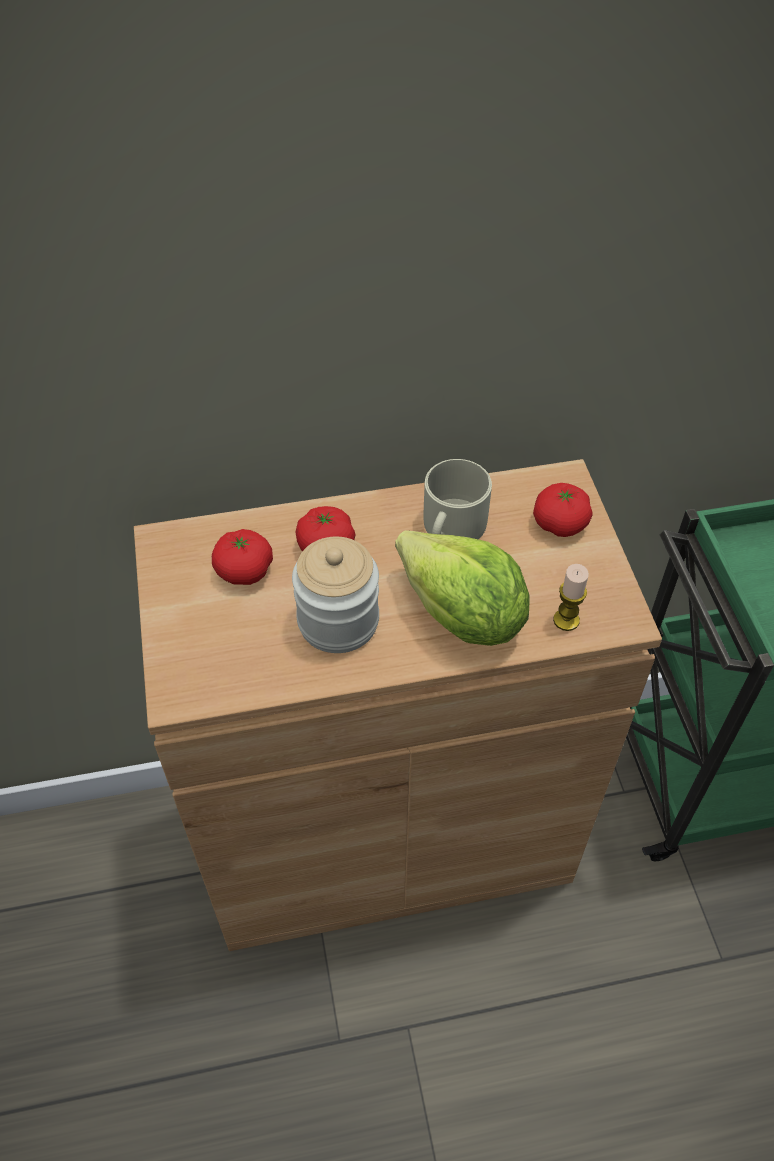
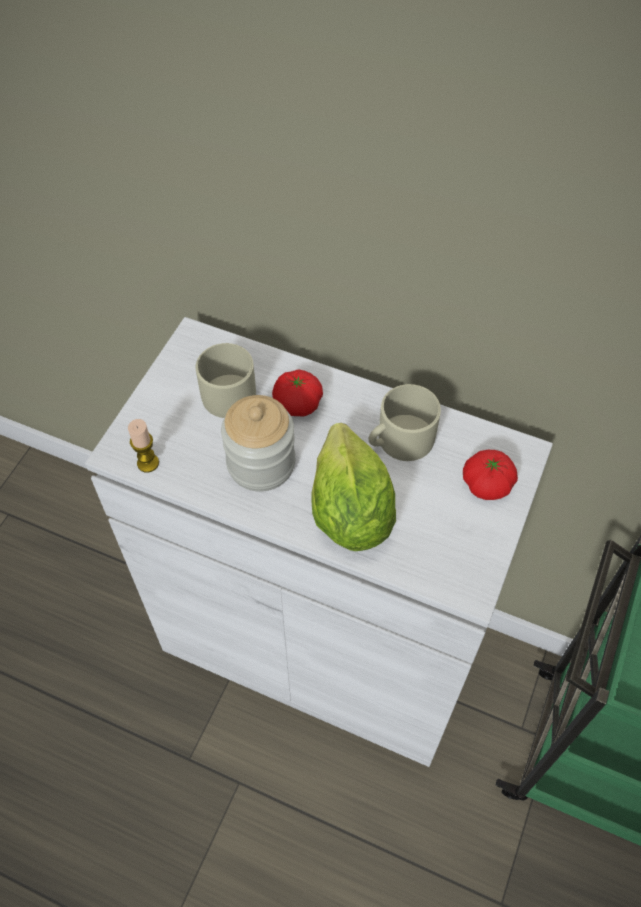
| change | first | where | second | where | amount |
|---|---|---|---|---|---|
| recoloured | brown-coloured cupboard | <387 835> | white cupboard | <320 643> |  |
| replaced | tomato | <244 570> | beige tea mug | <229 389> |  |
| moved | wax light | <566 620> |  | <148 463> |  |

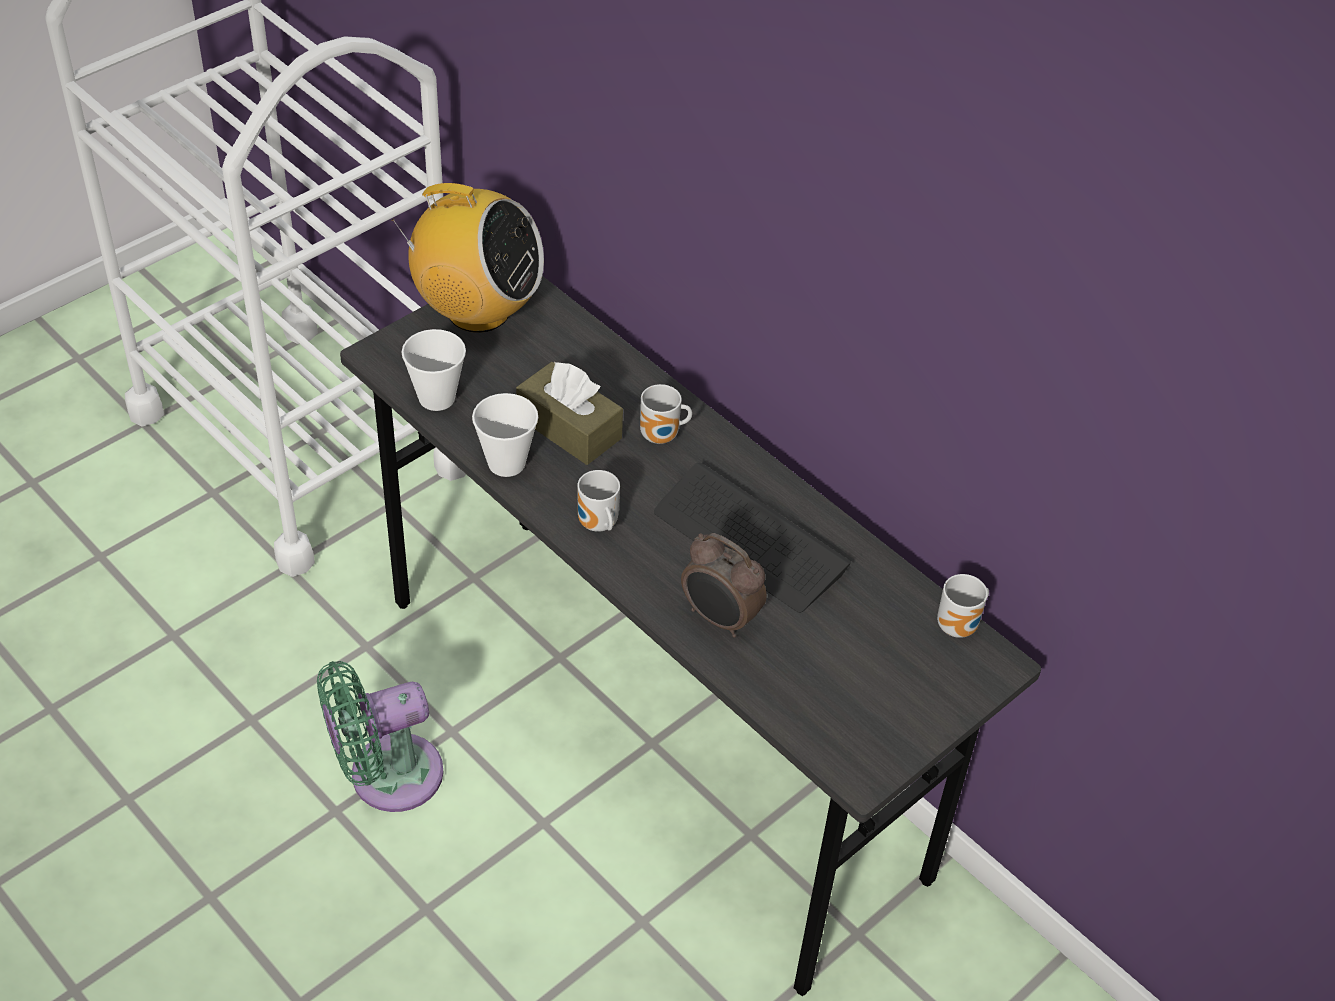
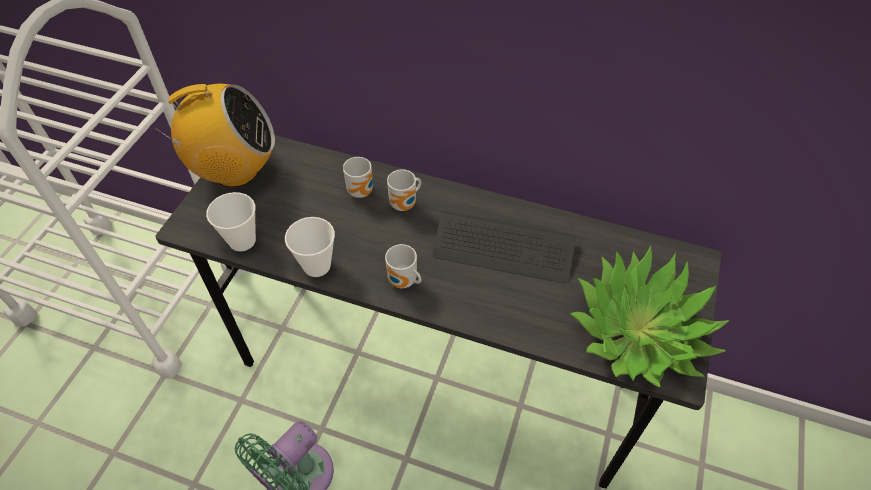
| change | first | where | second | where | amount |
|---|---|---|---|---|---|
| removed | brown-coloured tissue holder | <569 428> |  |  |  |
| removed | bedside clock | <719 619> |  |  |  |
| moved | tea mug | <960 627> |  | <362 191> |  |
| added |  |  | potted plant | <639 331> |  |

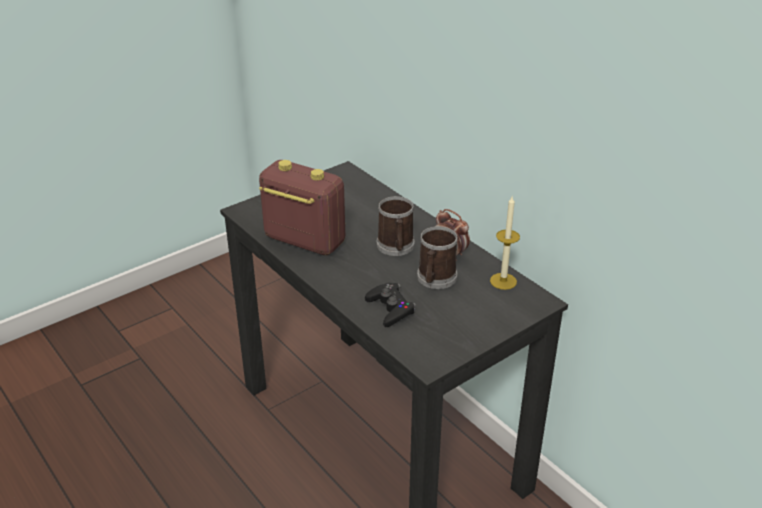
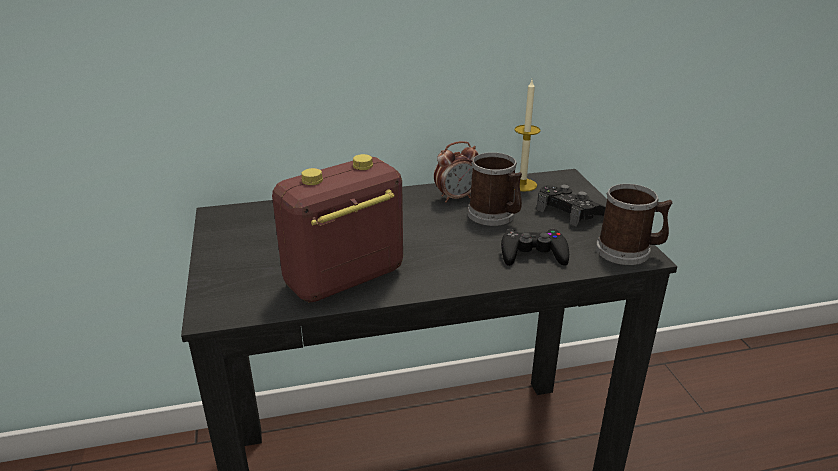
| change | first | where | second | where | amount |
|---|---|---|---|---|---|
| moved | tea mug | <396 247> |  | <629 251> |  |
| added |  |  | black gamepad | <568 212> |  |

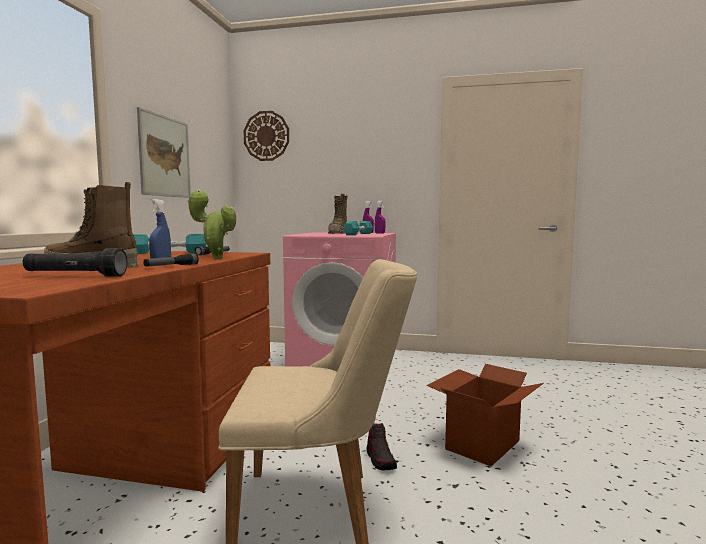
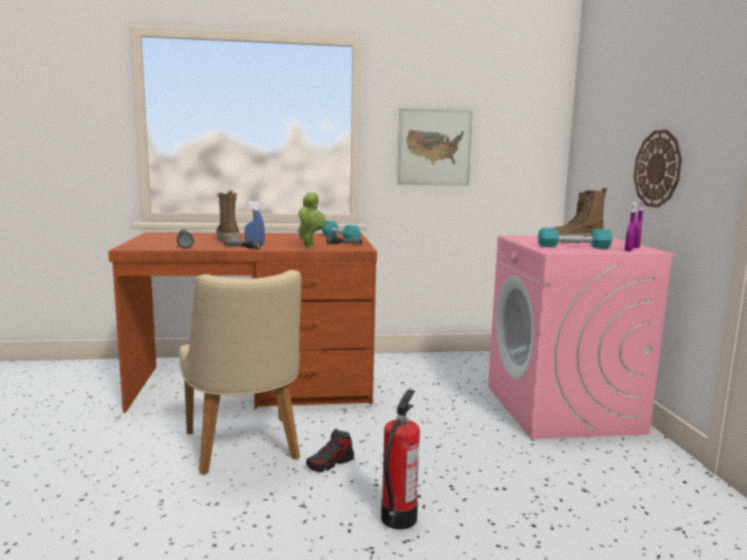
| change | first | where | second | where | amount |
|---|---|---|---|---|---|
| moved | hanging clock | <266 136> |  | <657 168> |  |
| replaced | packing box | <481 444> | fire extinguisher | <398 518> |  |

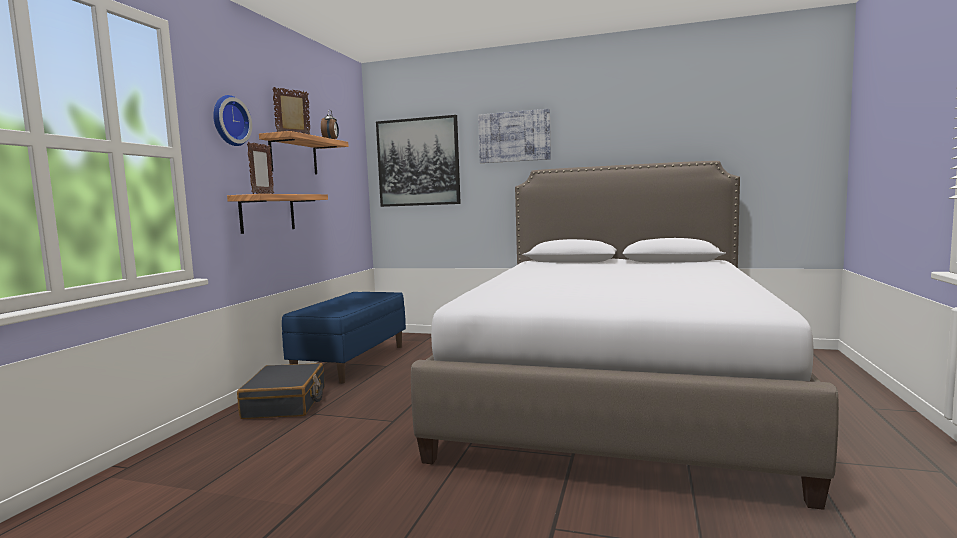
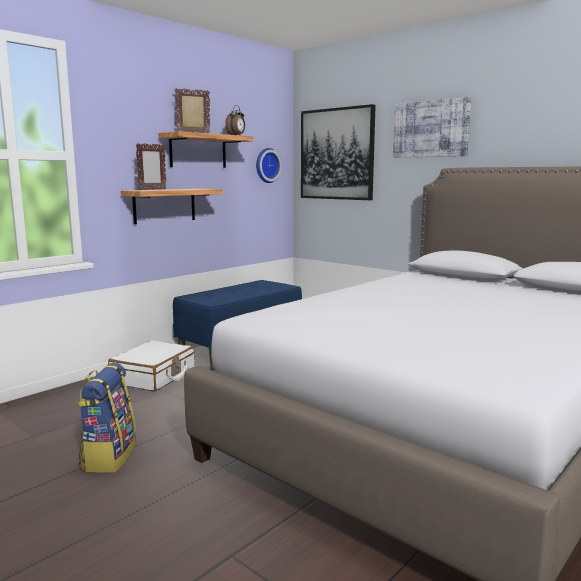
| change | first | where | second | where | amount |
|---|---|---|---|---|---|
| moved | hanging clock | <229 121> |  | <266 165> |  |
| recoloured | black travel case | <286 403> | white travel case | <154 376> |  |
| added |  |  | rucksack | <108 456> |  |

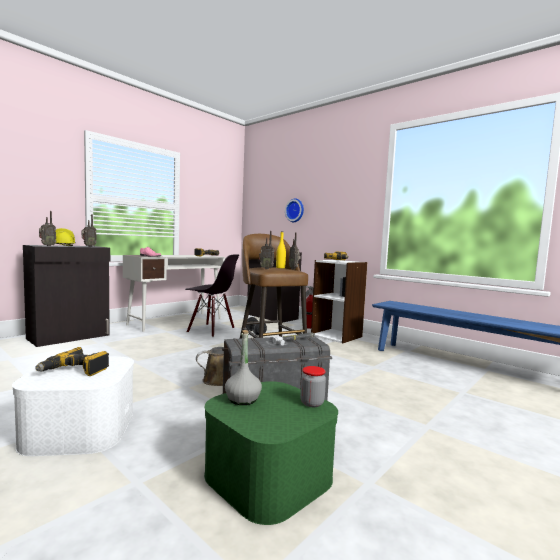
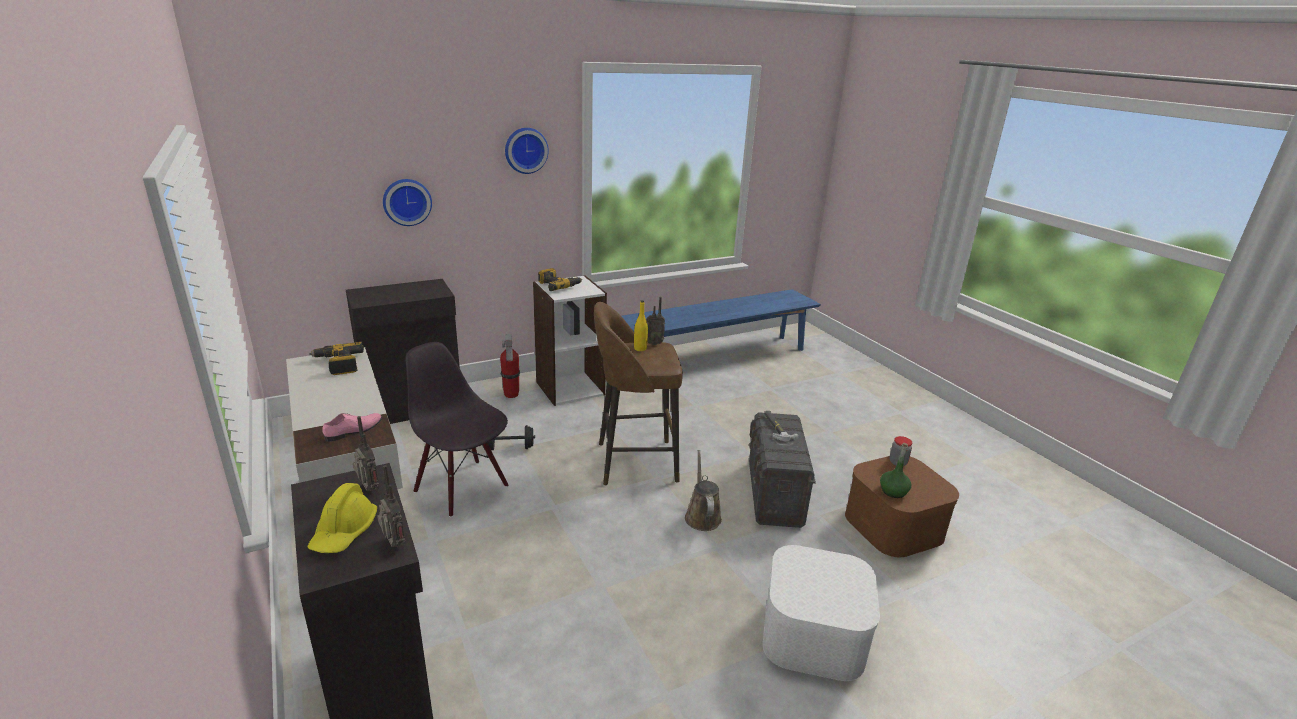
| change | first | where | second | where | amount |
|---|---|---|---|---|---|
| removed | electric drill | <75 371> |  |  |  |
| turned | black plain chair | <211 330> |  | <462 488> | 90 degrees counterclockwise |
| recoloured | green storage box | <268 475> | brown-coloured storage box | <894 525> |  |
| recoloured | gray beverage bottle | <243 399> | green beverage bottle | <893 491> |  |
| removed | radio receiver | <266 268> |  |  |  |
| added |  |  | hanging clock | <525 150> |  |

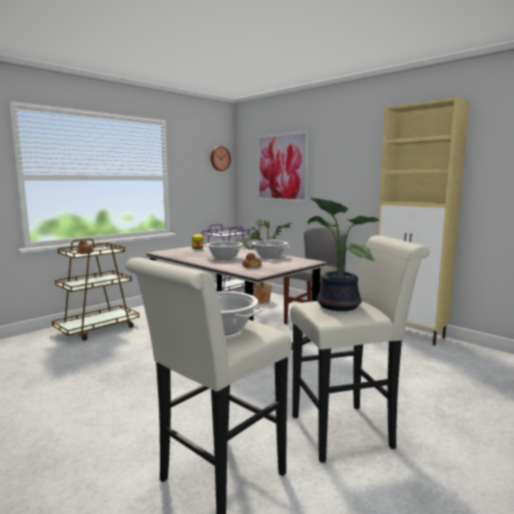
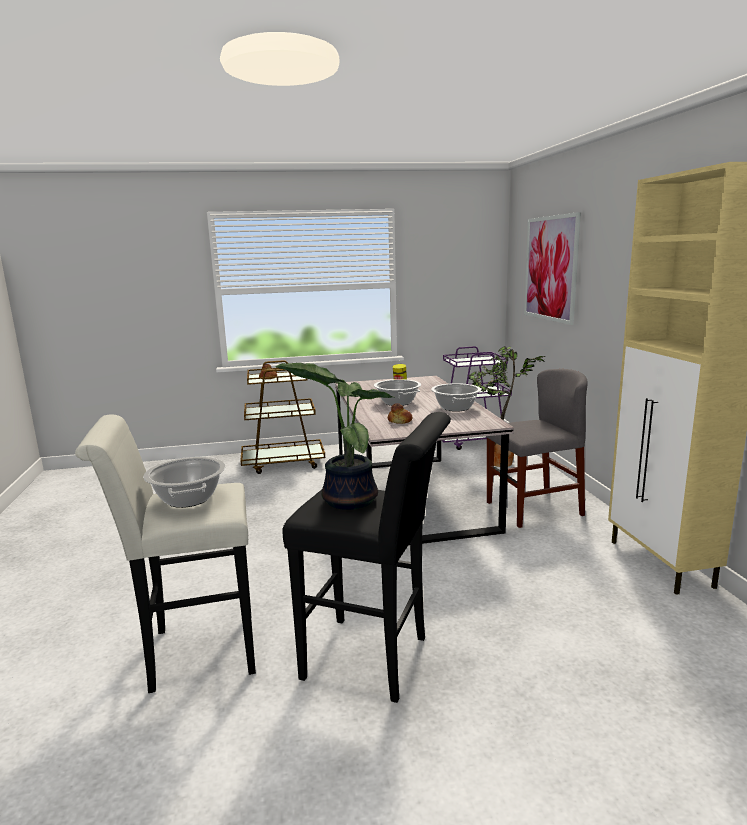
| change | first | where | second | where | amount |
|---|---|---|---|---|---|
| removed | hanging clock | <219 158> |  |  |  |
| recoloured | white stool | <348 430> | black stool | <374 659> |  |

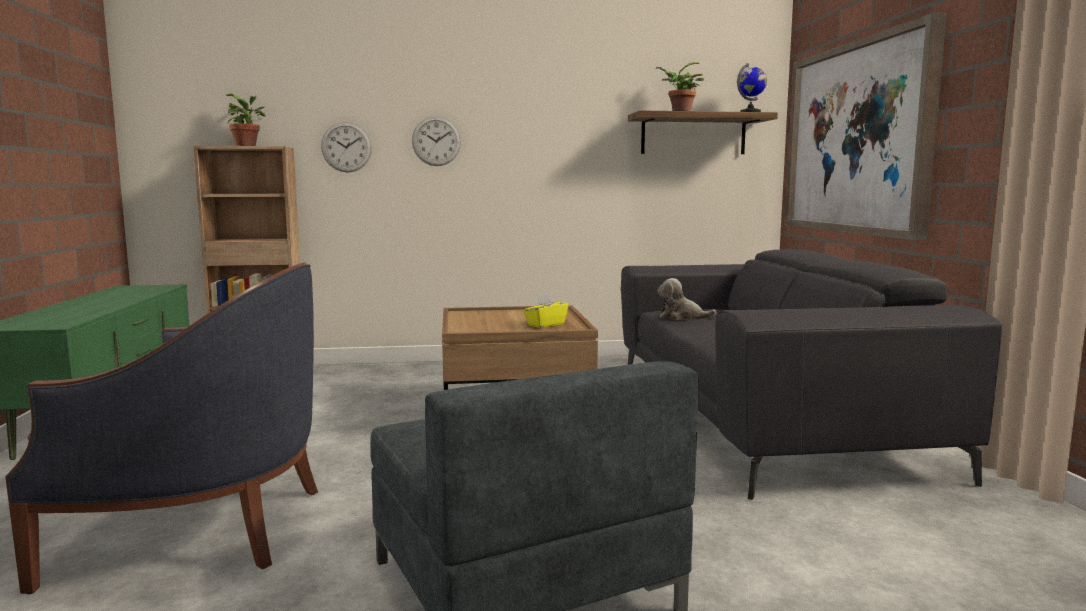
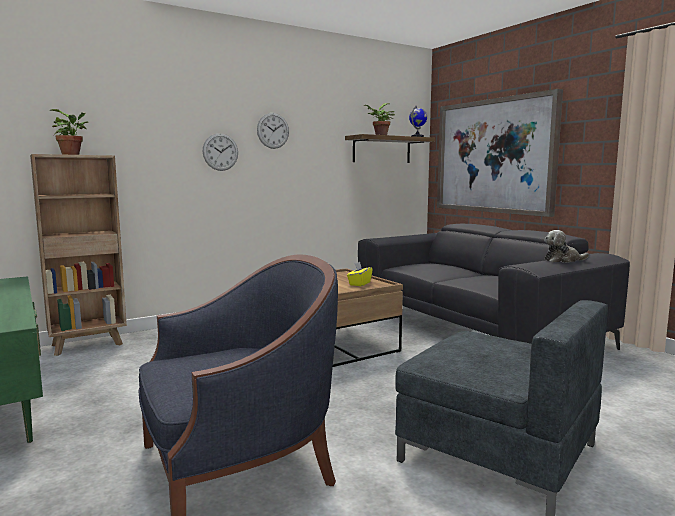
| change | first | where | second | where | amount |
|---|---|---|---|---|---|
| moved | hanging clock | <346 147> |  | <273 130> |  |
| moved | soft toy | <681 317> |  | <563 260> |  |

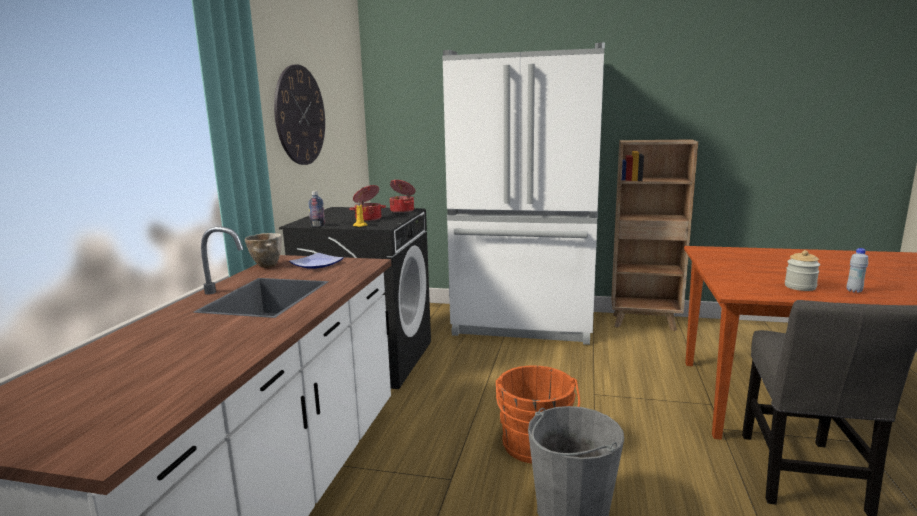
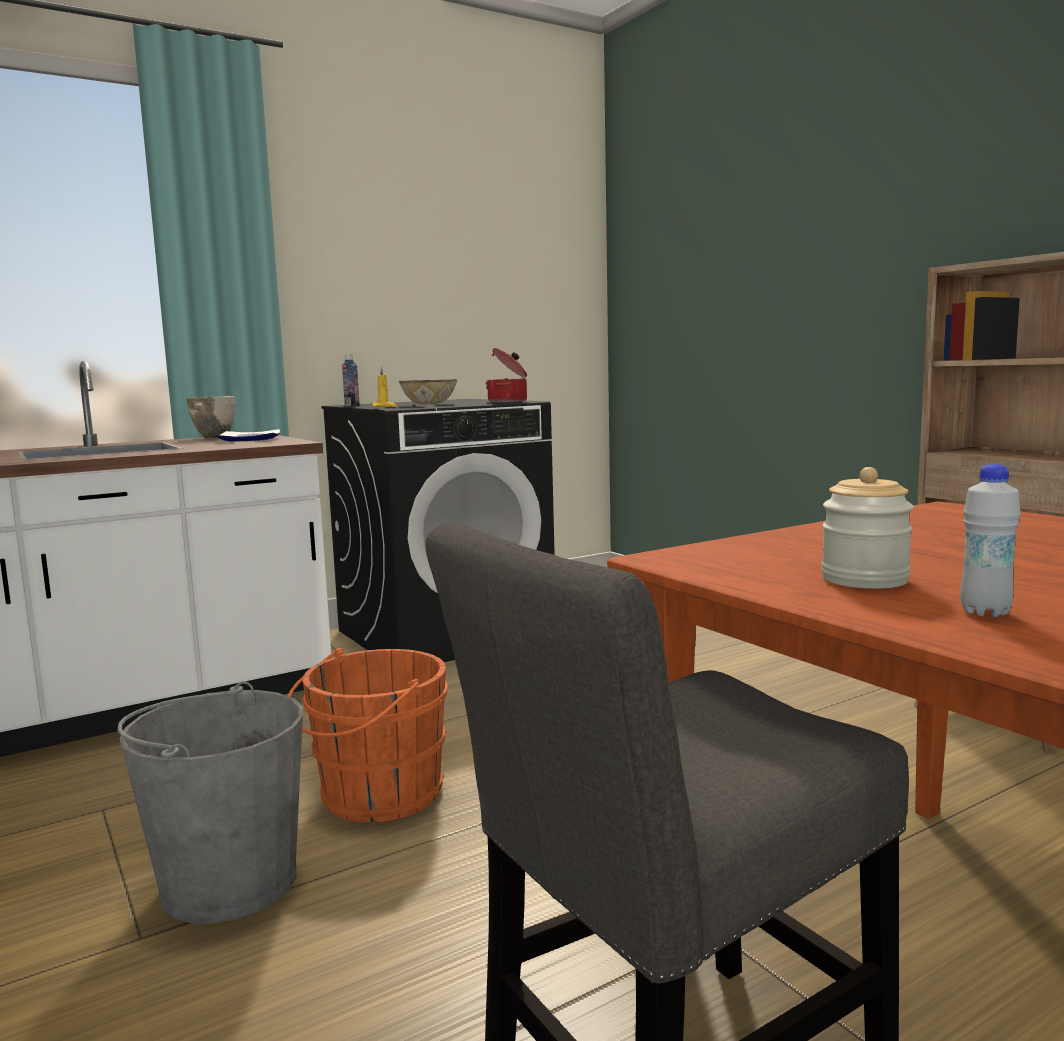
| change | first | where | second | where | amount |
|---|---|---|---|---|---|
| removed | hanging clock | <300 115> |  |  |  |
| replaced | saucepot | <368 219> | bowl | <429 404> |  |
| removed | white kitchen fridge | <524 325> |  |  |  |

